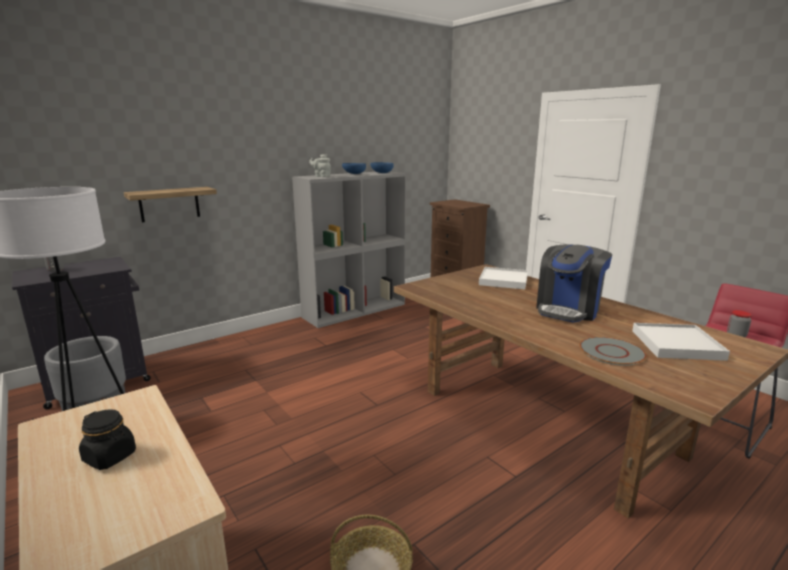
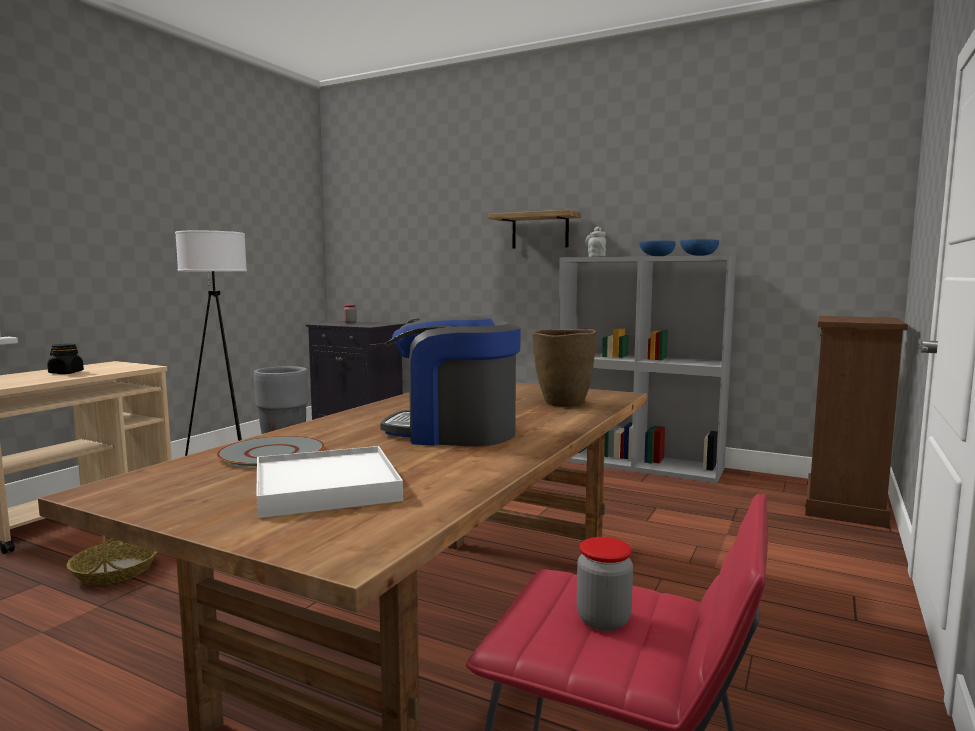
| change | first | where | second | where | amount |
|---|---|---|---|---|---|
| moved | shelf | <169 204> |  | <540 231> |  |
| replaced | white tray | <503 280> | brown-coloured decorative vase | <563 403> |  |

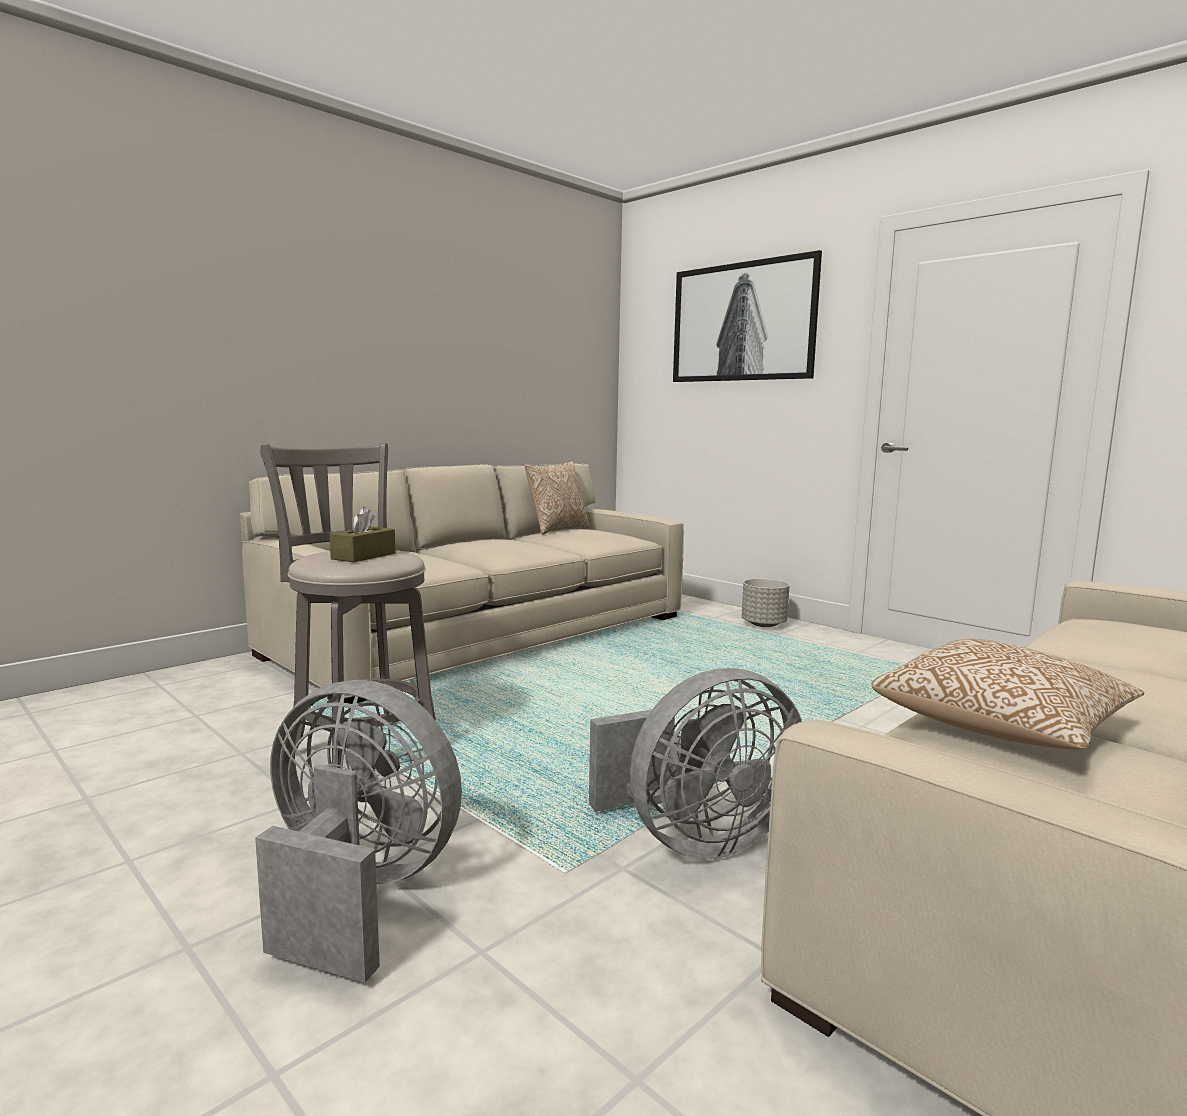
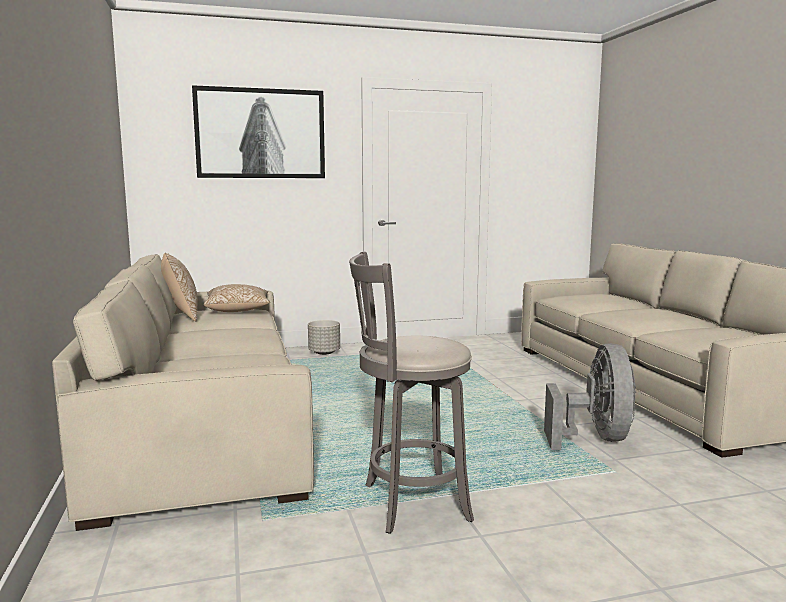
| change | first | where | second | where | amount |
|---|---|---|---|---|---|
| removed | gray fan | <357 893> |  |  |  |
| removed | brown-coloured tissue holder | <363 556> |  |  |  |
| moved | pillow | <1001 727> |  | <238 310> |  |

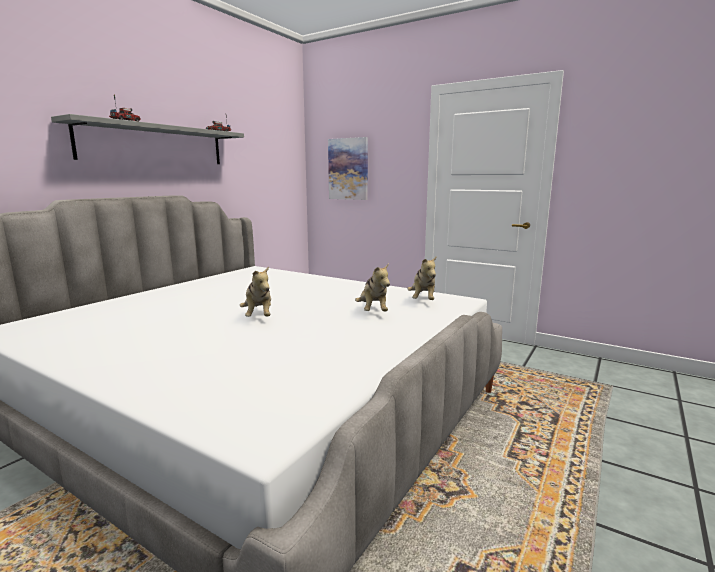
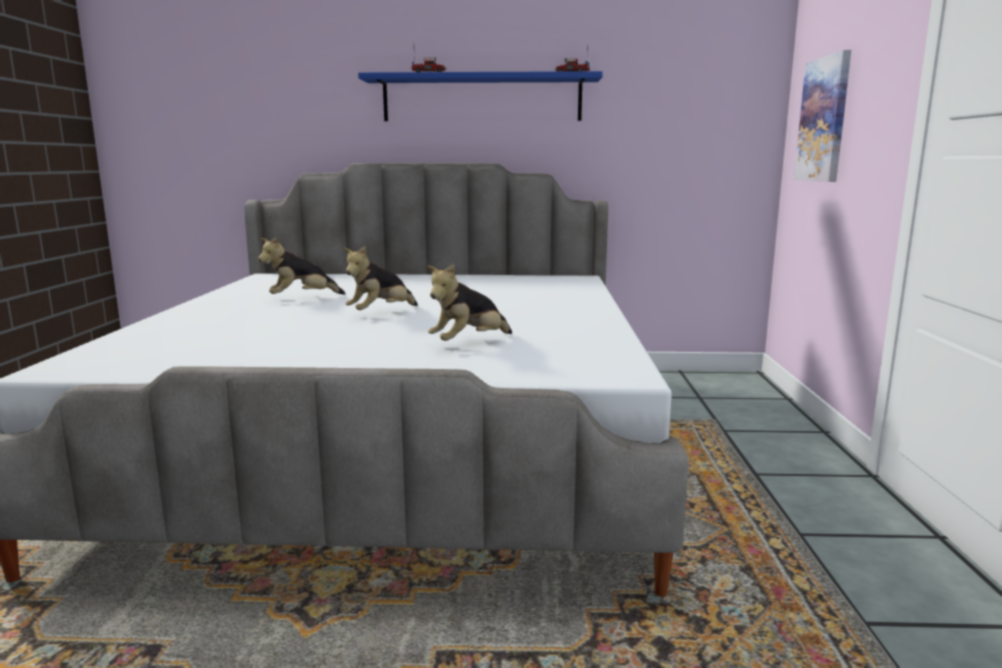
| change | first | where | second | where | amount |
|---|---|---|---|---|---|
| recoloured | gray shelf | <155 144> | bluish shelf | <482 99> |  |
| moved | soft toy | <423 300> |  | <301 298> |  |

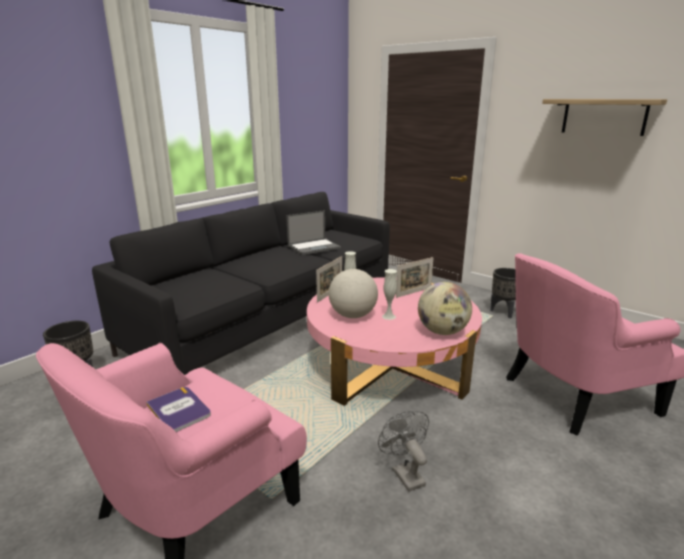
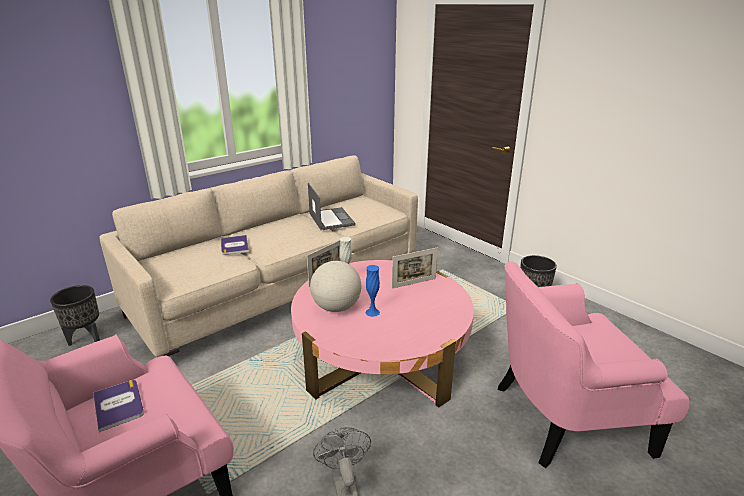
| change | first | where | second | where | amount |
|---|---|---|---|---|---|
| recoloured | black sofa | <269 319> | beige sofa | <282 289> |  |
| turned | laptop | <314 247> |  | <331 219> | 90 degrees counterclockwise |
| recoloured | white decorative vase | <388 316> | bluish decorative vase | <372 312> |  |
| removed | world globe | <442 332> |  |  |  |
| removed | shelf | <604 116> |  |  |  |
| added |  |  | volume | <234 245> |  |

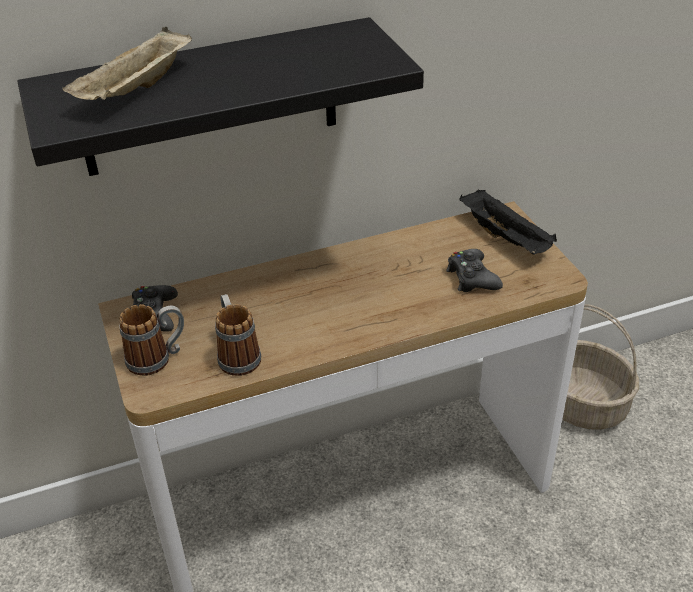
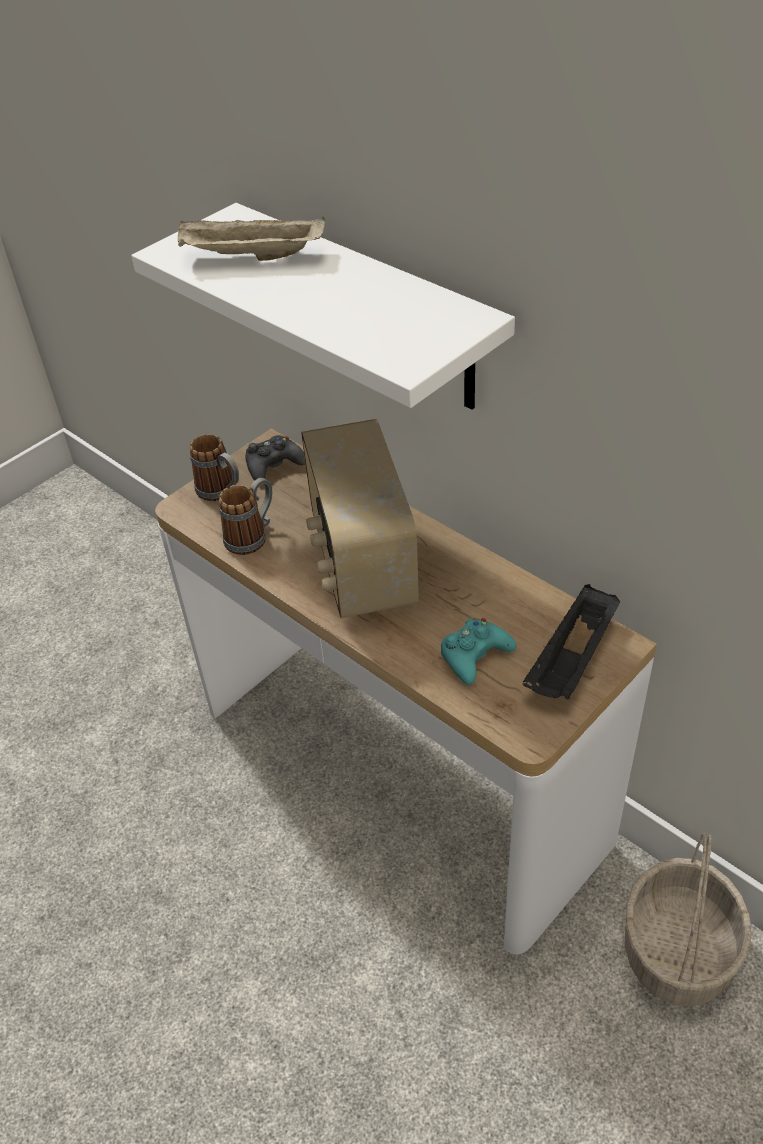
| change | first | where | second | where | amount |
|---|---|---|---|---|---|
| recoloured | black shelf | <209 99> | white shelf | <366 308> |  |
| recoloured | black gamepad | <472 278> | blue-green gamepad | <474 655> |  |
| added |  |  | radio receiver | <360 563> |  |

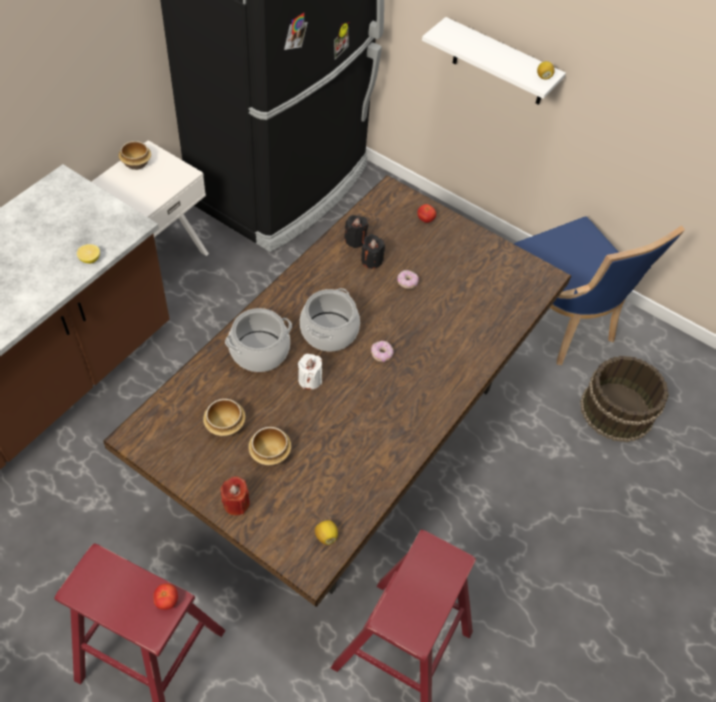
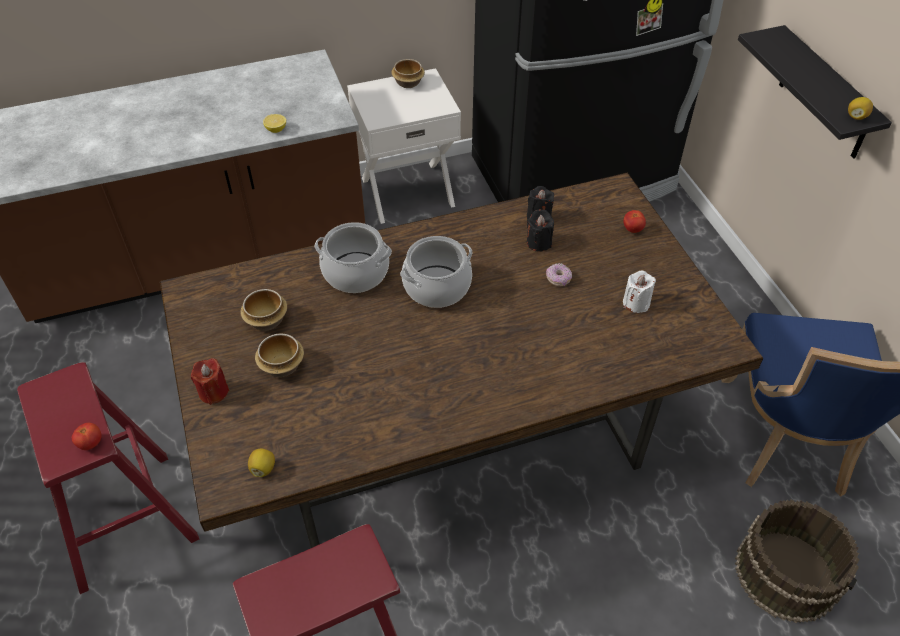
| change | first | where | second | where | amount |
|---|---|---|---|---|---|
| moved | white wax light | <310 380> |  | <636 303> |  |
| removed | donut | <381 354> |  |  |  |
| recoloured | white shelf | <499 63> | black shelf | <825 95> |  |

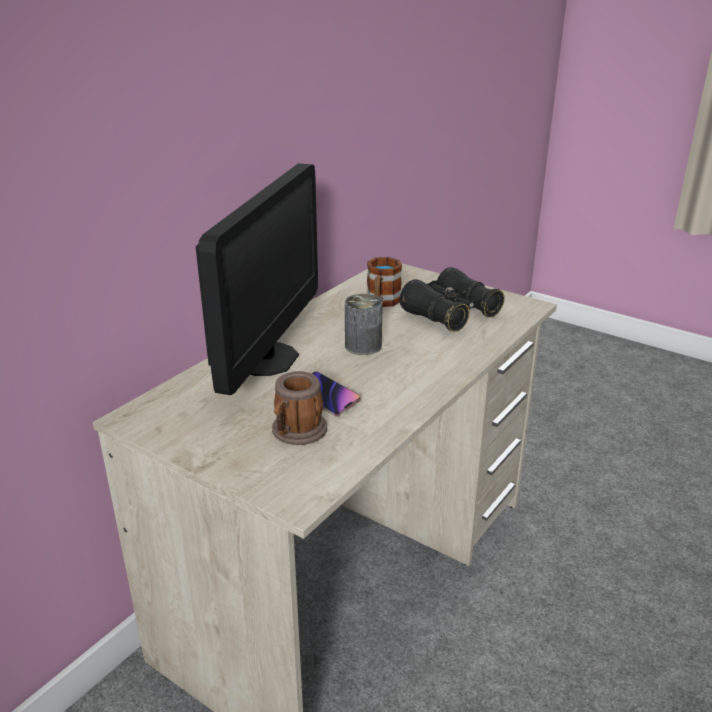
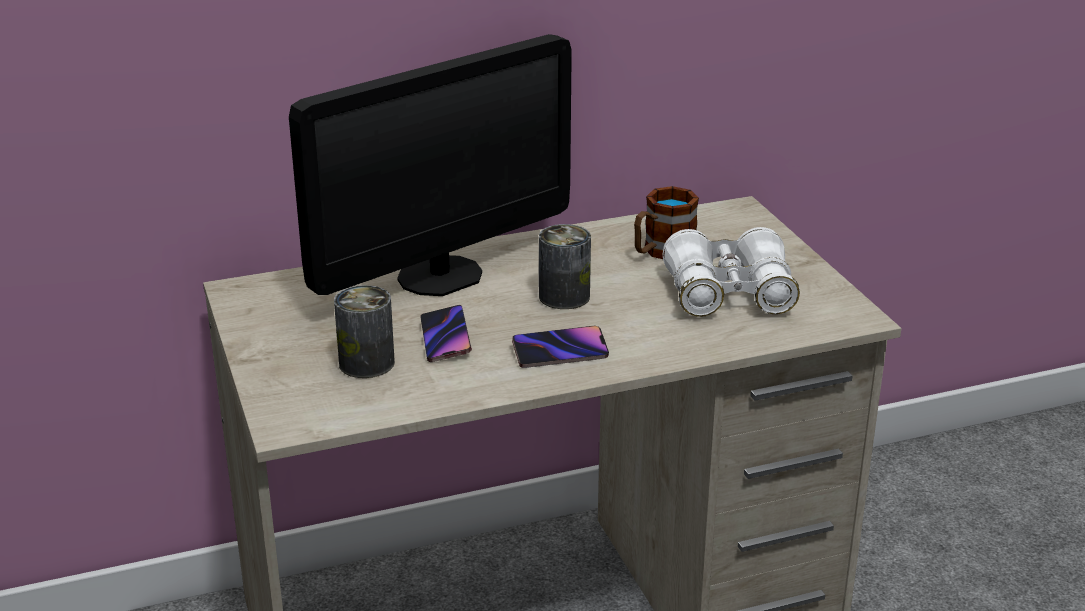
| change | first | where | second | where | amount |
|---|---|---|---|---|---|
| replaced | tea mug | <296 433> | can | <366 363> |  |
| recoloured | black pair of binoculars | <450 314> | white pair of binoculars | <729 294> |  |
| added |  |  | phone | <560 352> |  |

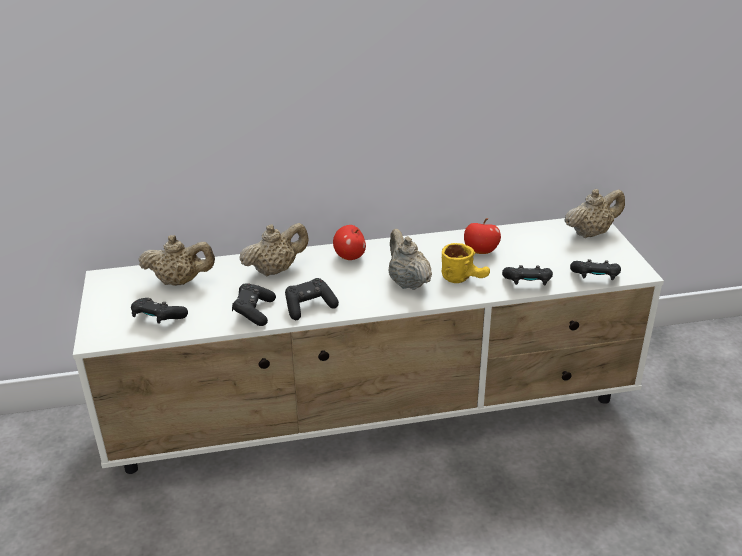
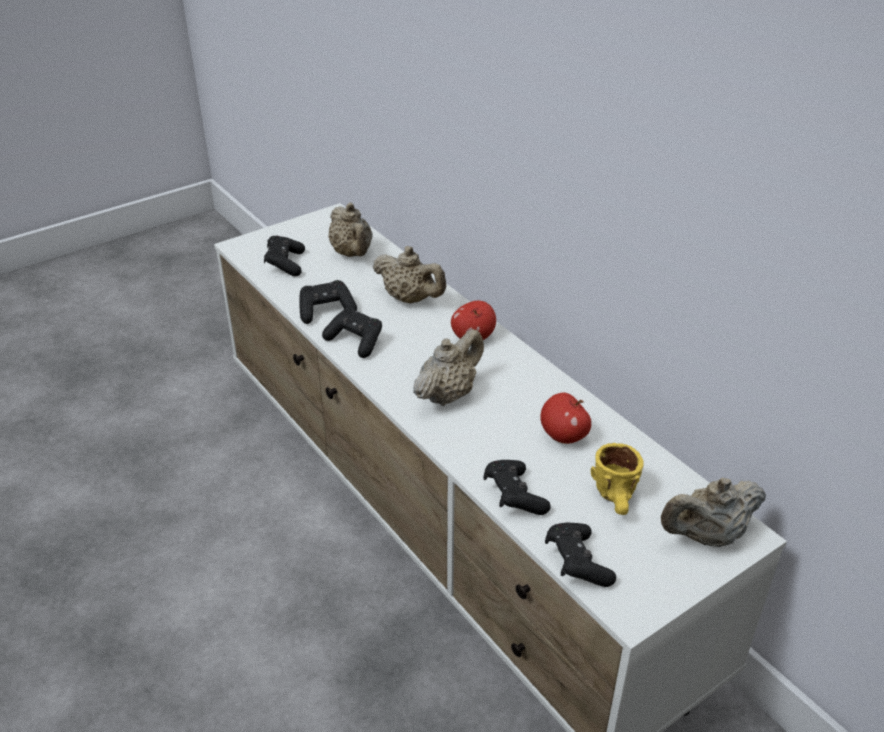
| change | first | where | second | where | amount |
|---|---|---|---|---|---|
| moved | yellowish tea mug | <465 278> |  | <618 501> |  |
| turned | beige pot for tea | <591 233> |  | <707 536> | 120 degrees clockwise |

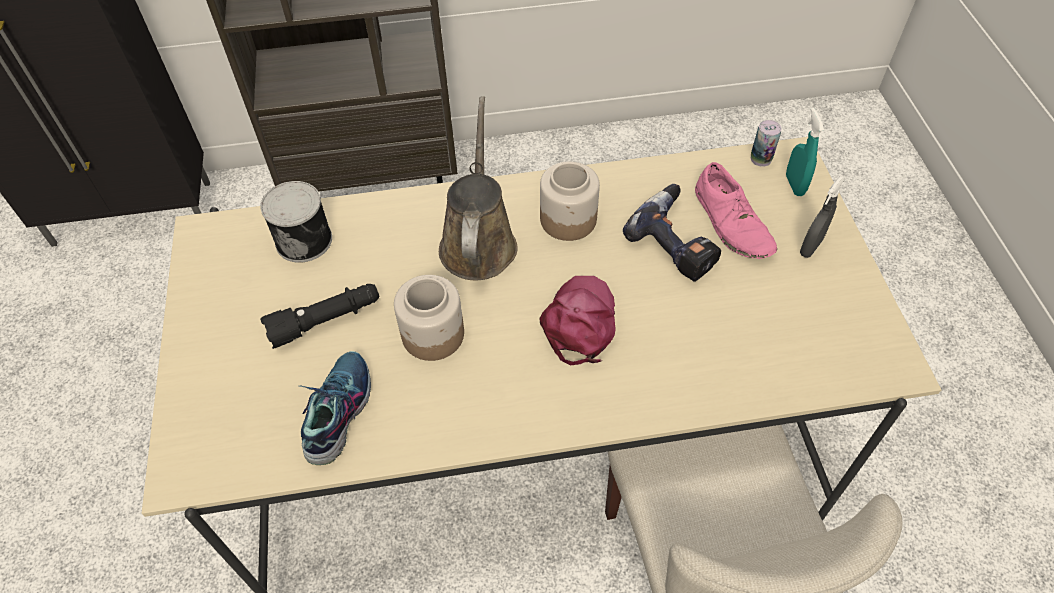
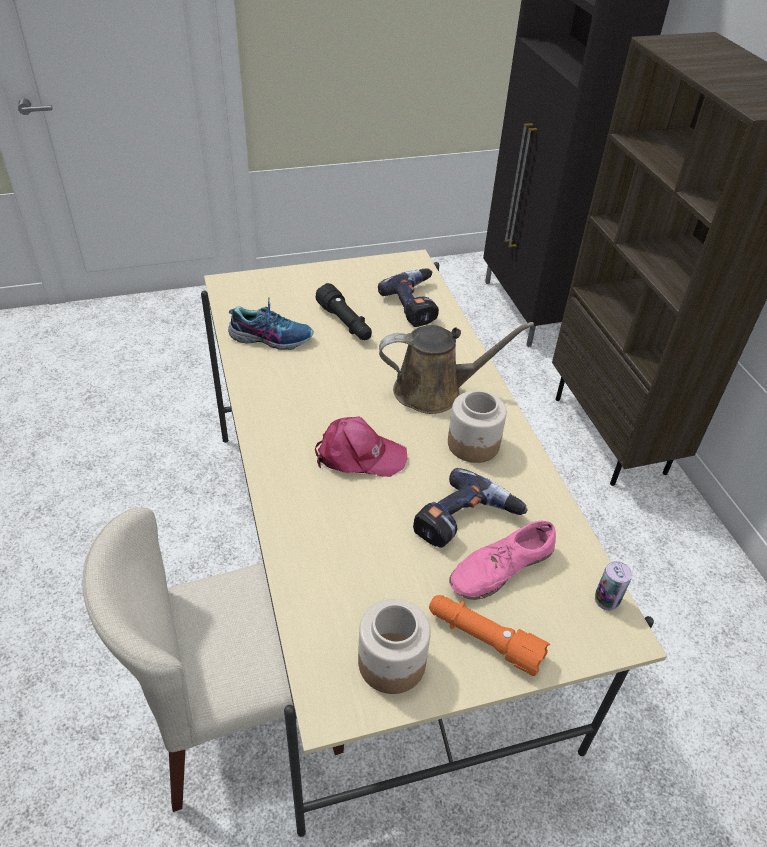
| change | first | where | second | where | amount |
|---|---|---|---|---|---|
| replaced | can | <305 239> | electric drill | <417 304> |  |
| moved | jar | <433 335> |  | <390 663> |  |
| removed | blue-green spray bottle | <794 185> |  |  |  |
| replaced | gray spray bottle | <810 247> | orangey flashlight | <483 639> |  |

